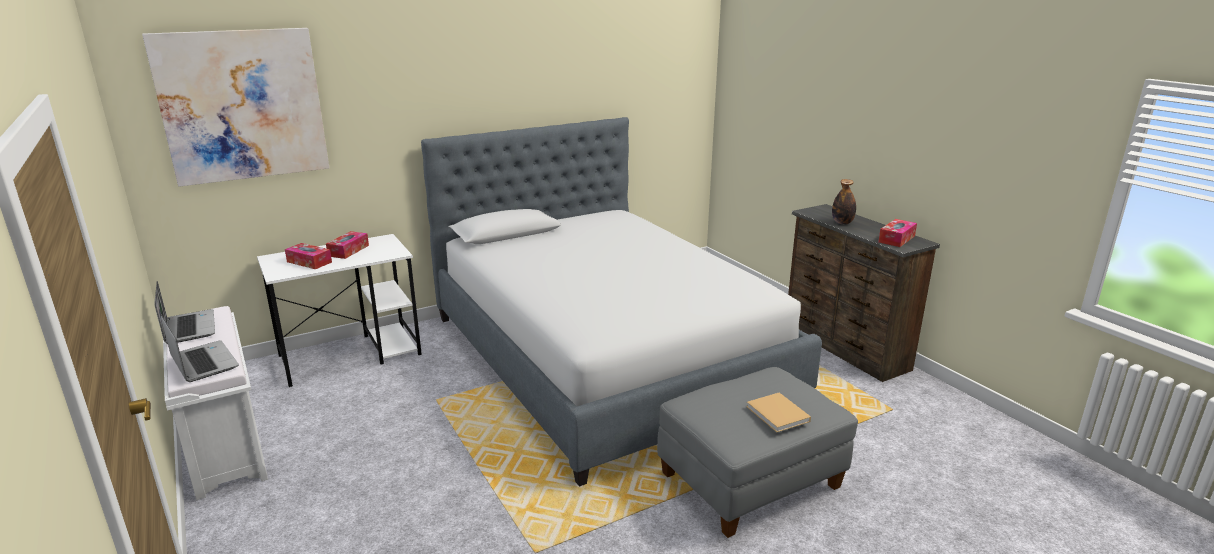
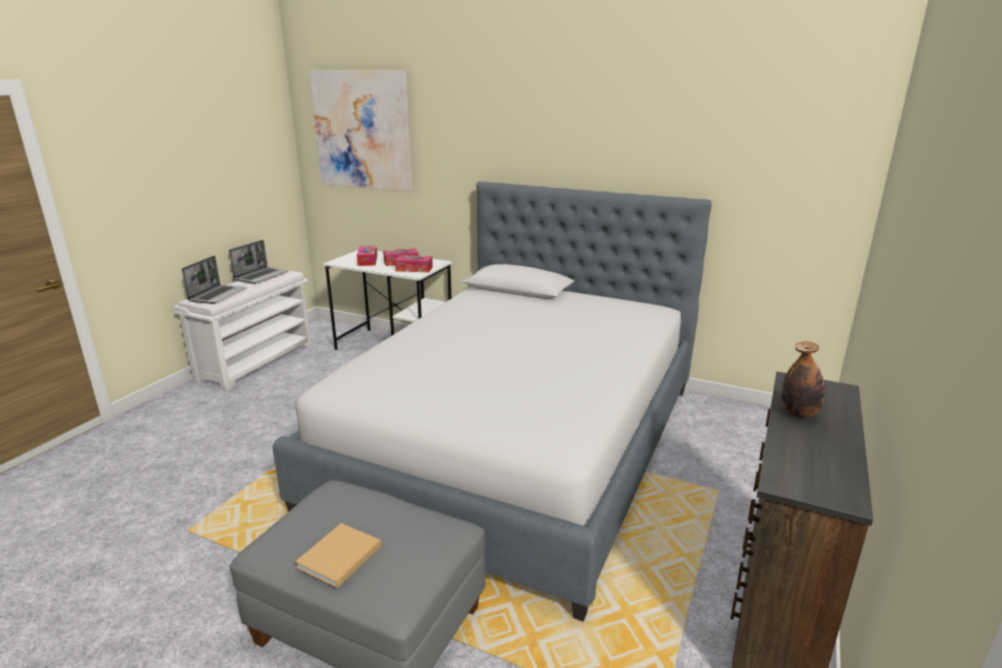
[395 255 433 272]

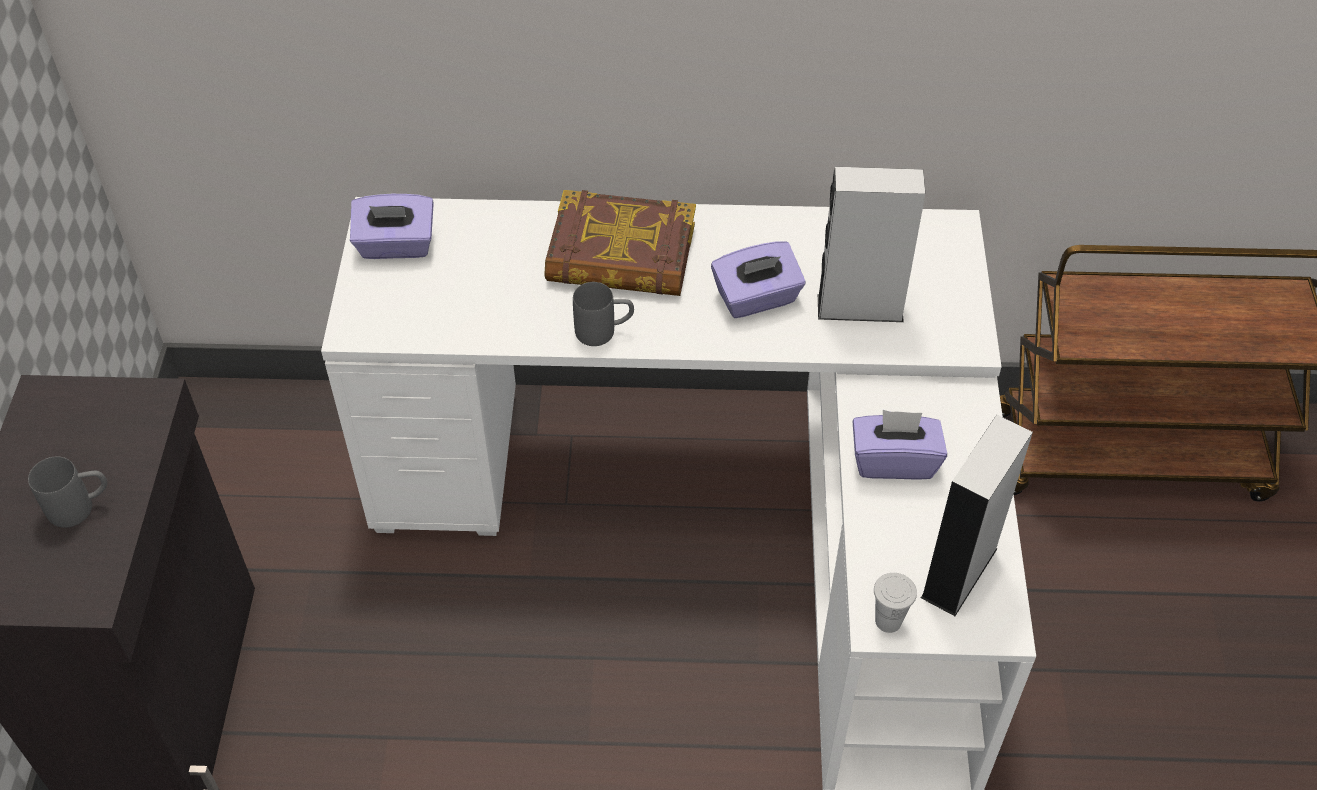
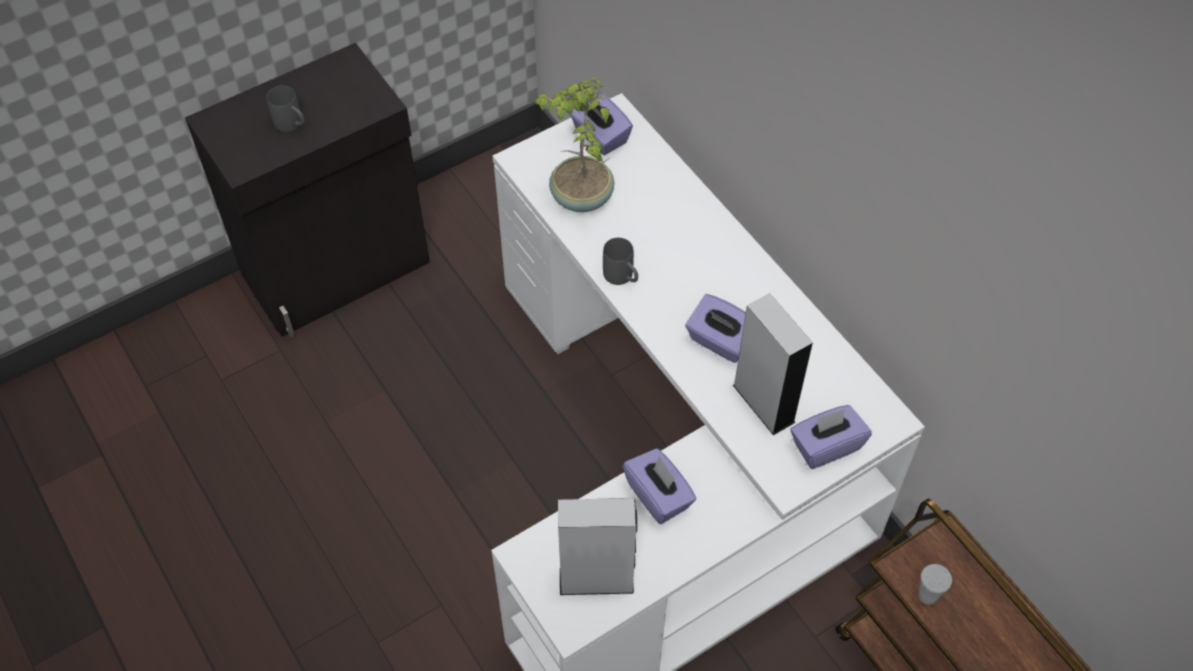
[534 77 614 212]
[791 405 872 469]
[918 564 952 604]
[545 190 696 296] (first image)

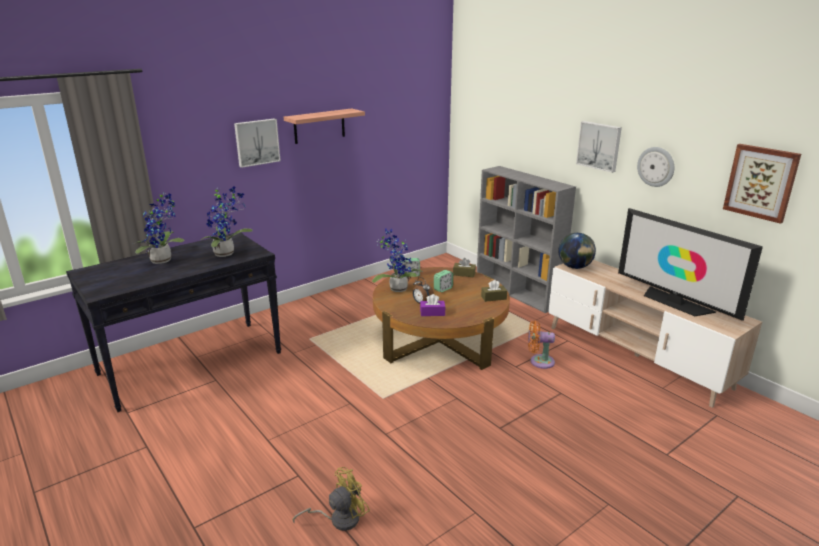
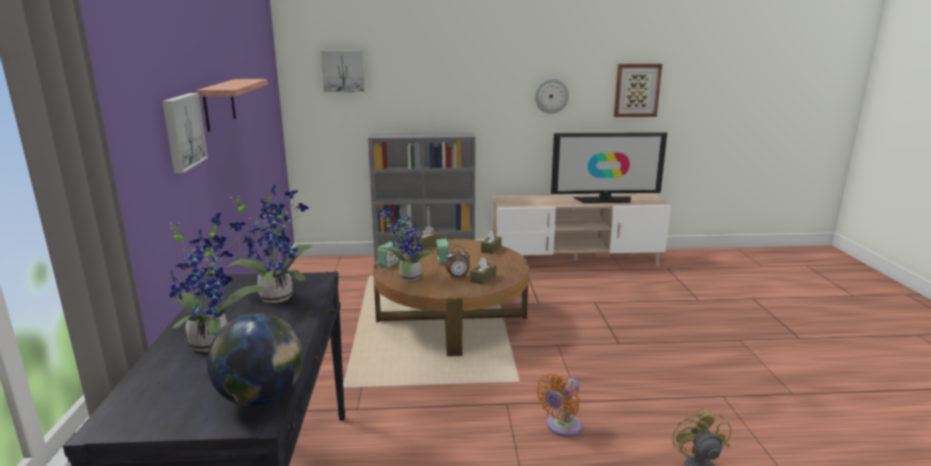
[207 313 303 406]
[320 50 366 94]
[470 257 496 285]
[536 373 582 437]

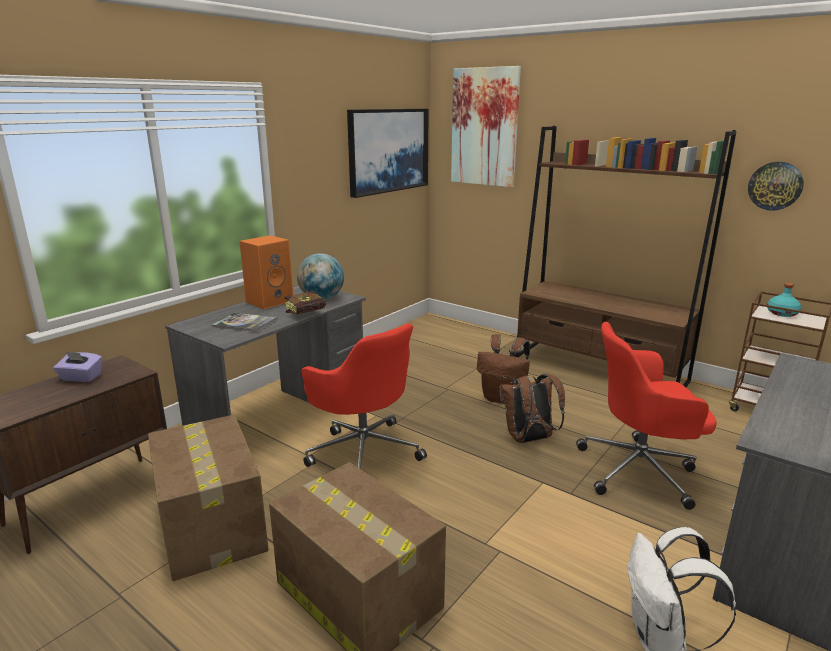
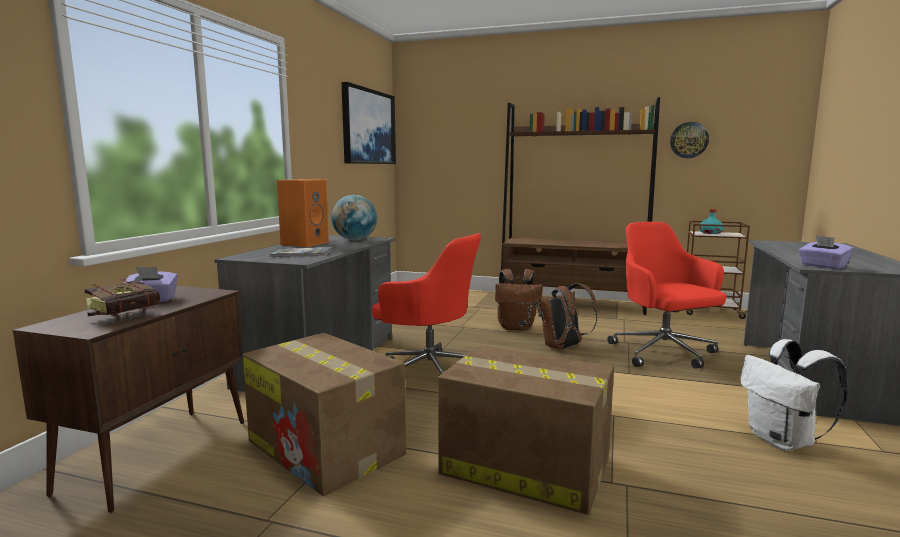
[85 279 160 316]
[607 222 726 369]
[799 236 853 269]
[451 66 521 187] (first image)

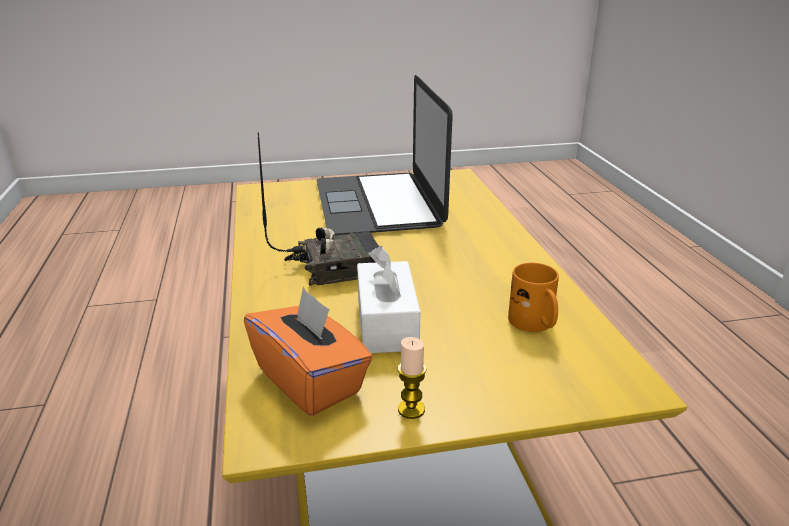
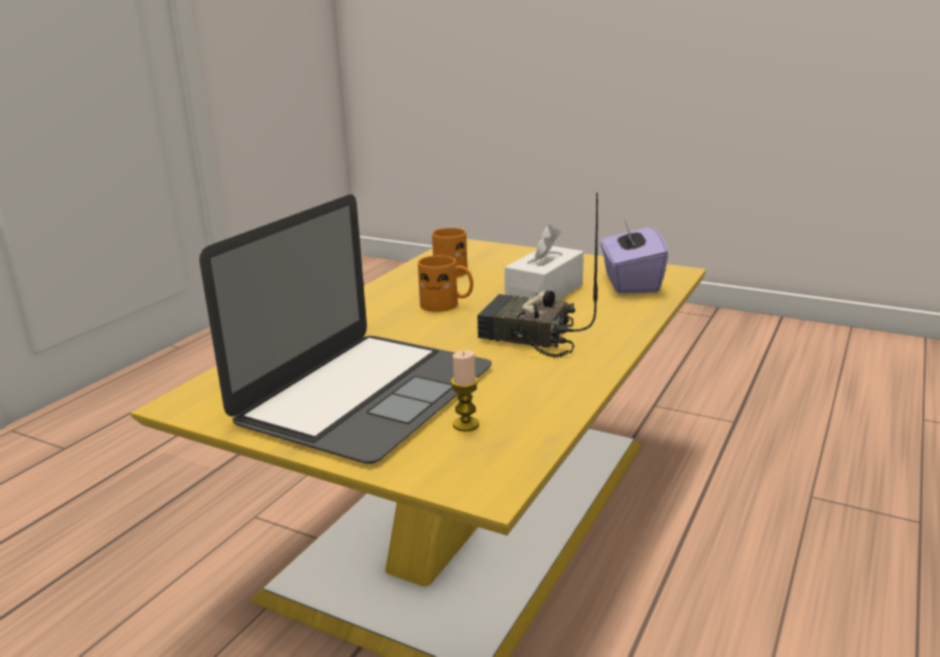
[418 255 473 312]
[451 350 479 432]
[600 216 668 294]

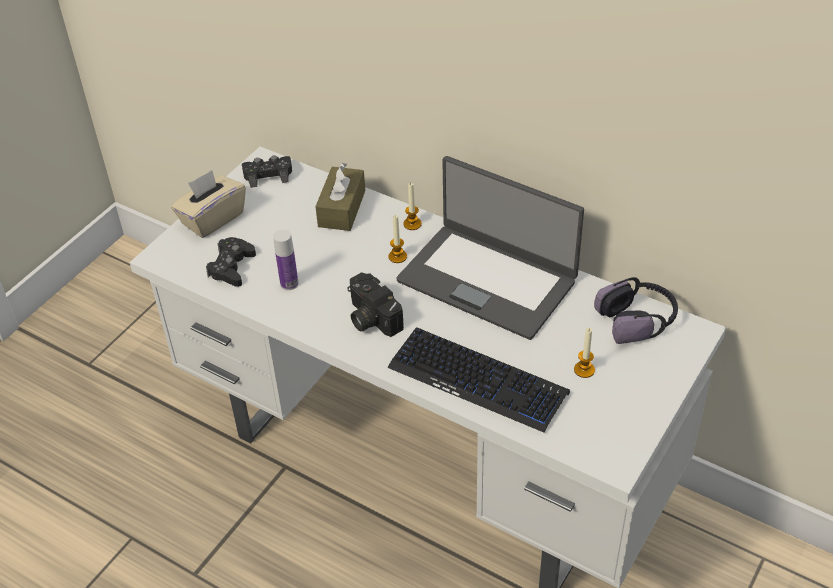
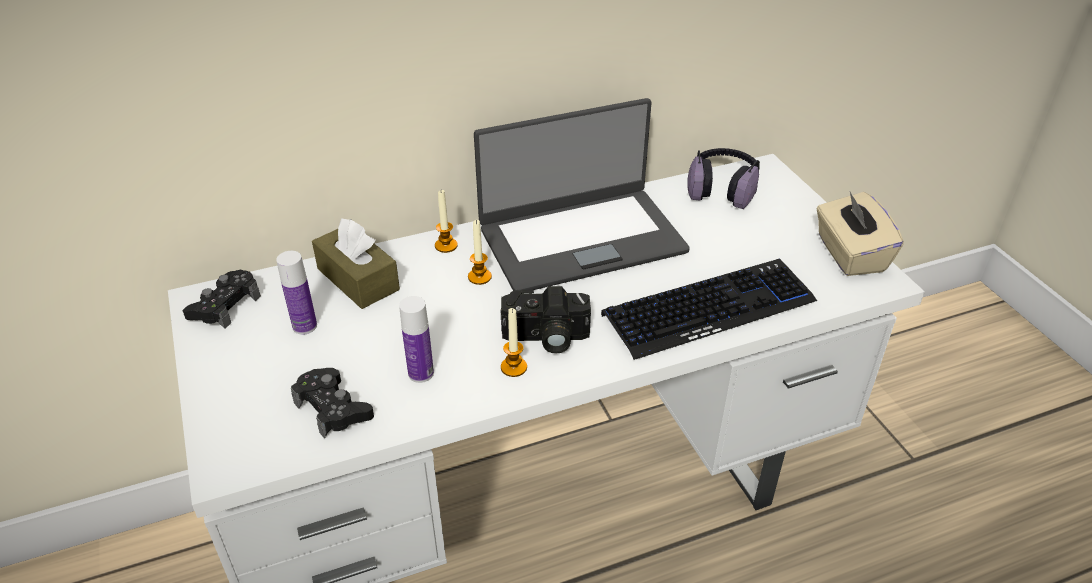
[276 251 317 335]
[501 308 527 377]
[816 192 904 276]

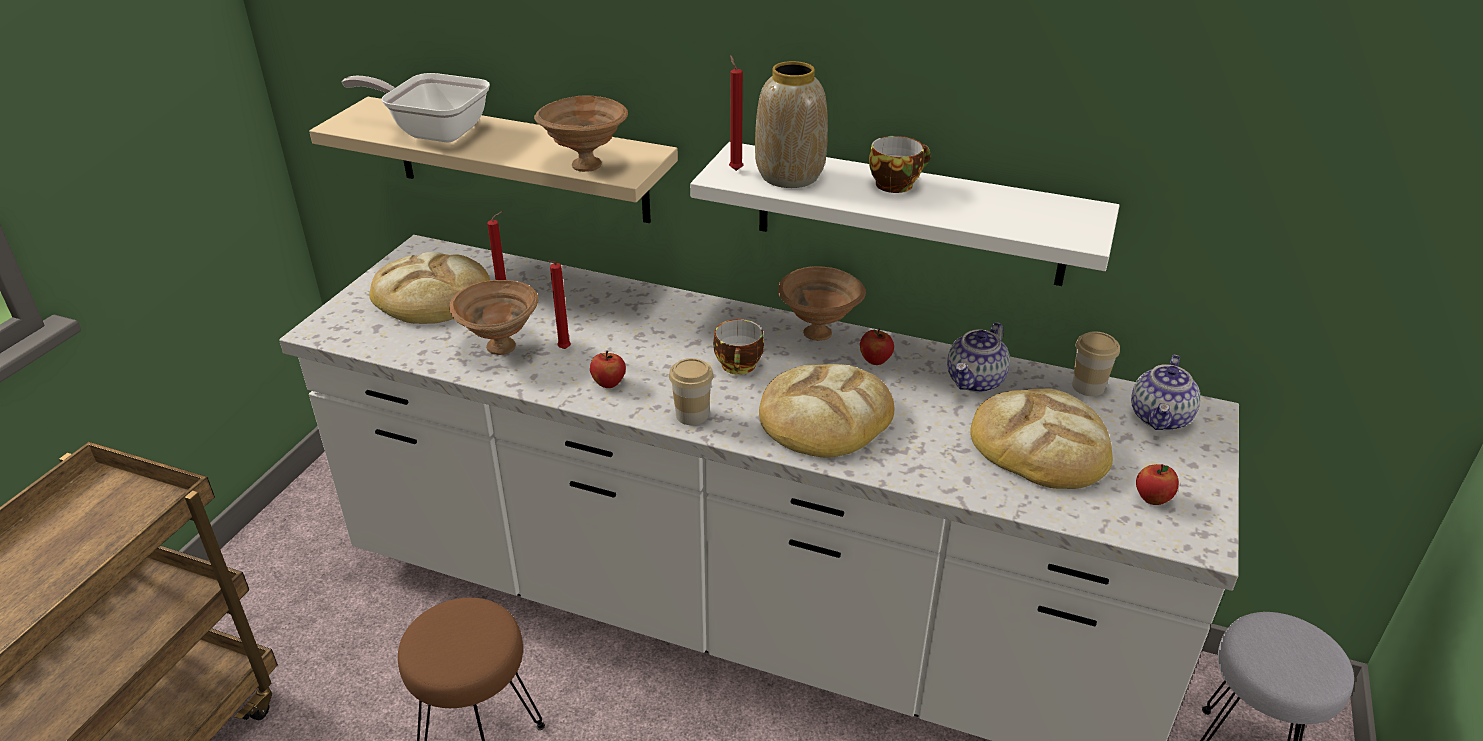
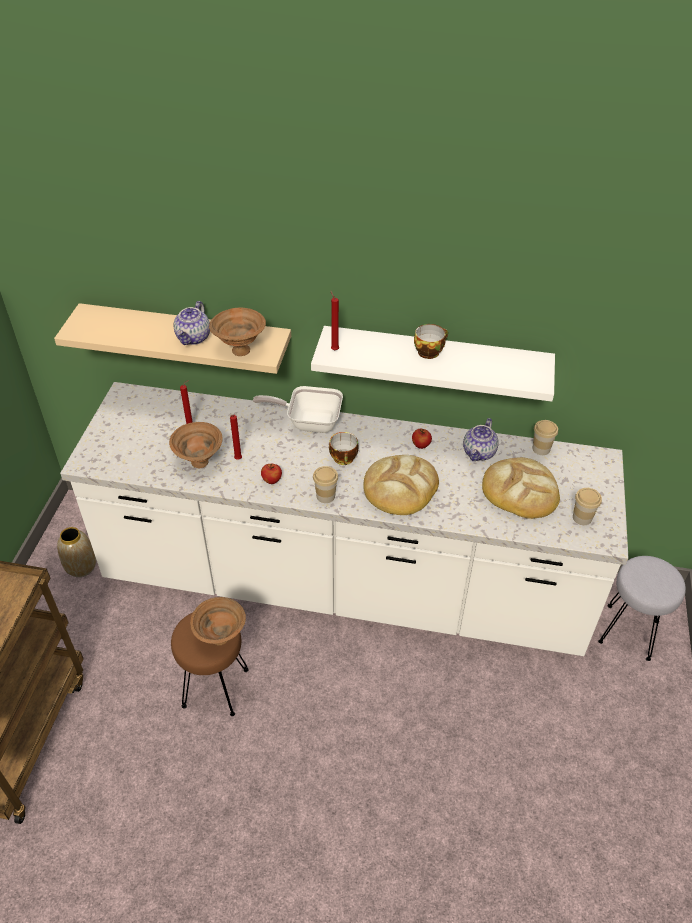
[57 527 96 577]
[174 301 210 345]
[190 597 246 646]
[253 386 343 433]
[573 488 602 525]
[369 252 490 324] (first image)

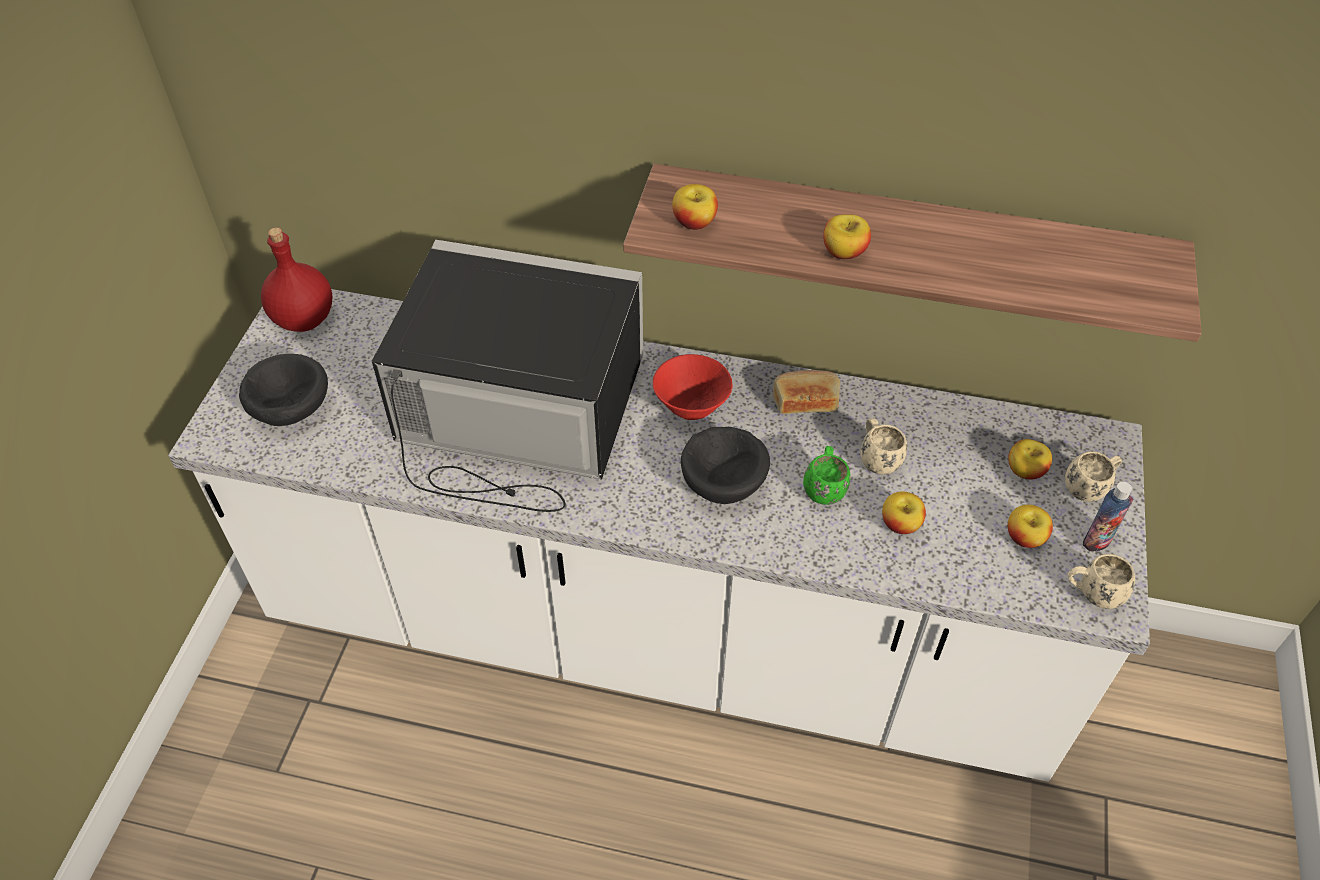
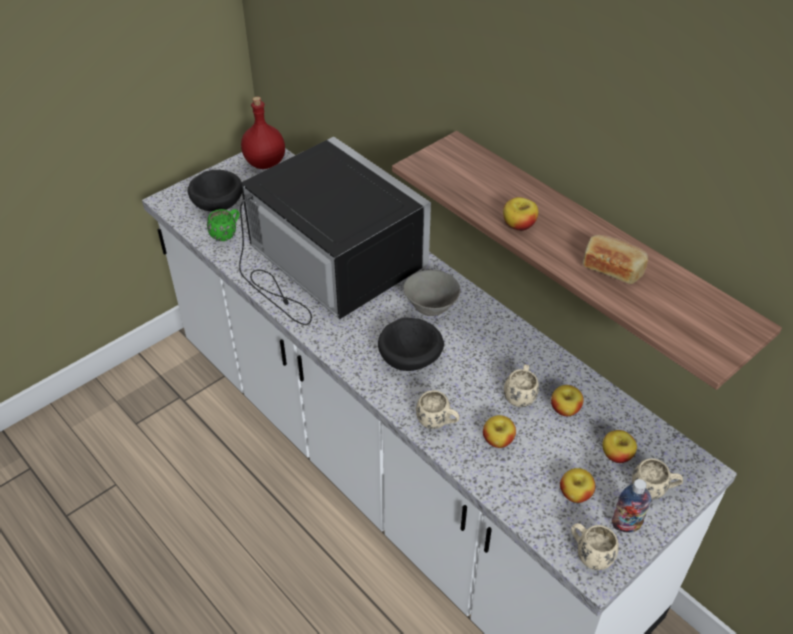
[207 209 240 241]
[404 270 461 316]
[416 390 460 429]
[551 385 584 416]
[583 235 648 284]

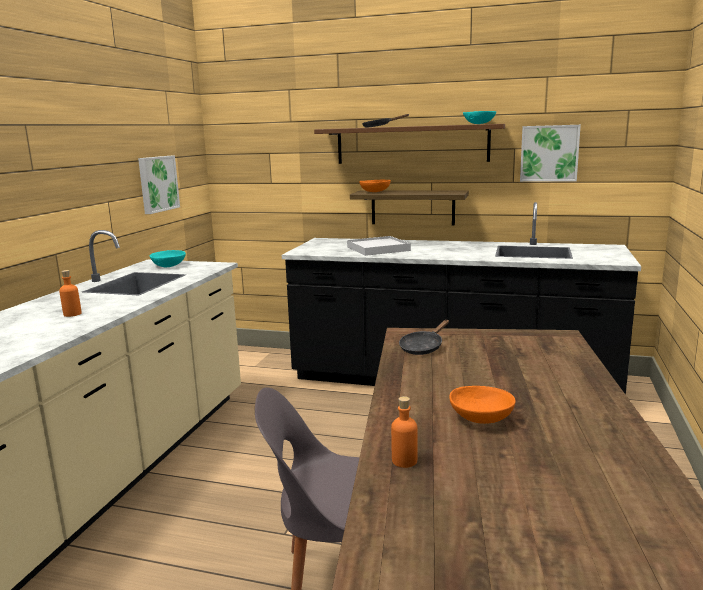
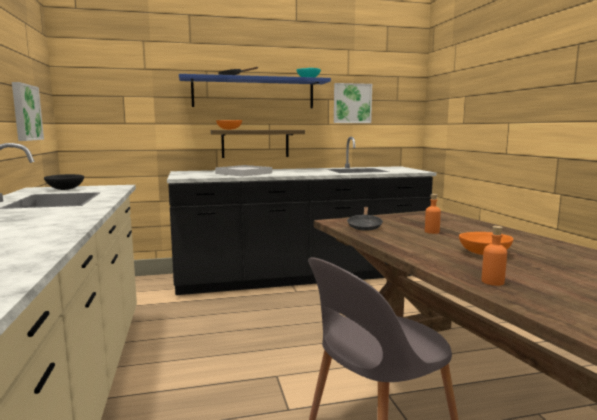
[44 174 84 190]
[179 74 331 108]
[425 194 441 234]

